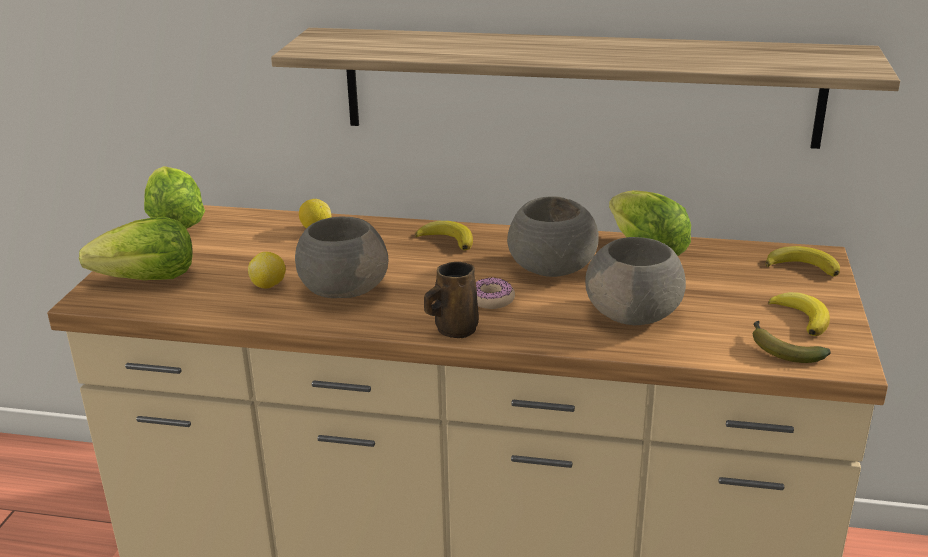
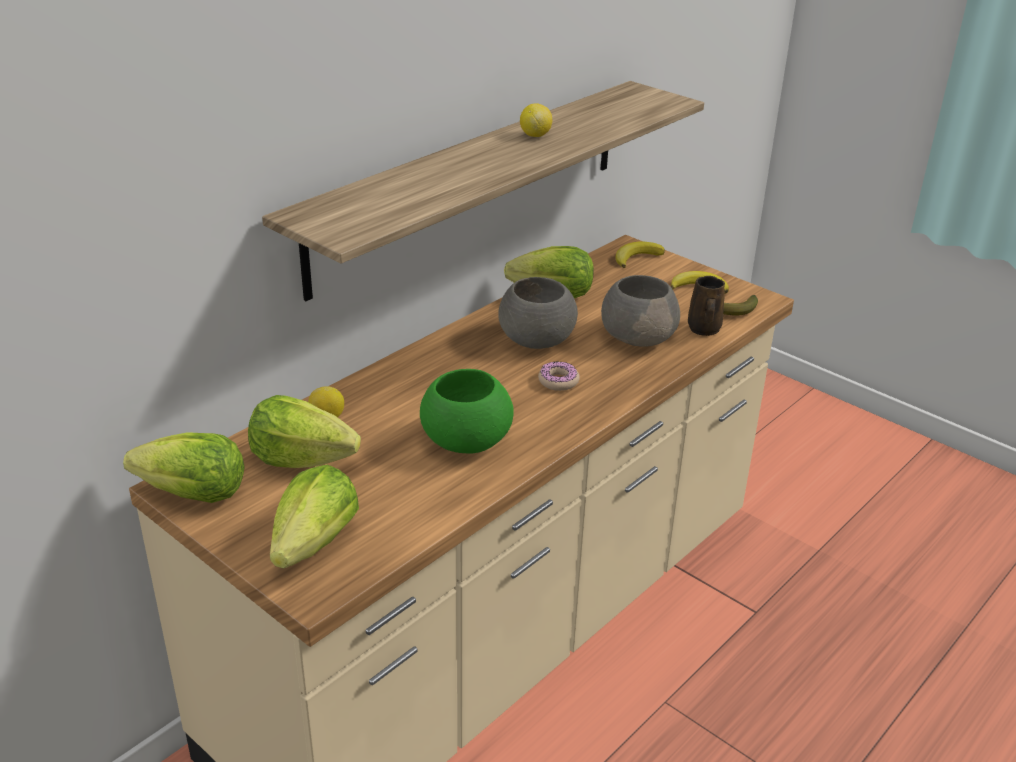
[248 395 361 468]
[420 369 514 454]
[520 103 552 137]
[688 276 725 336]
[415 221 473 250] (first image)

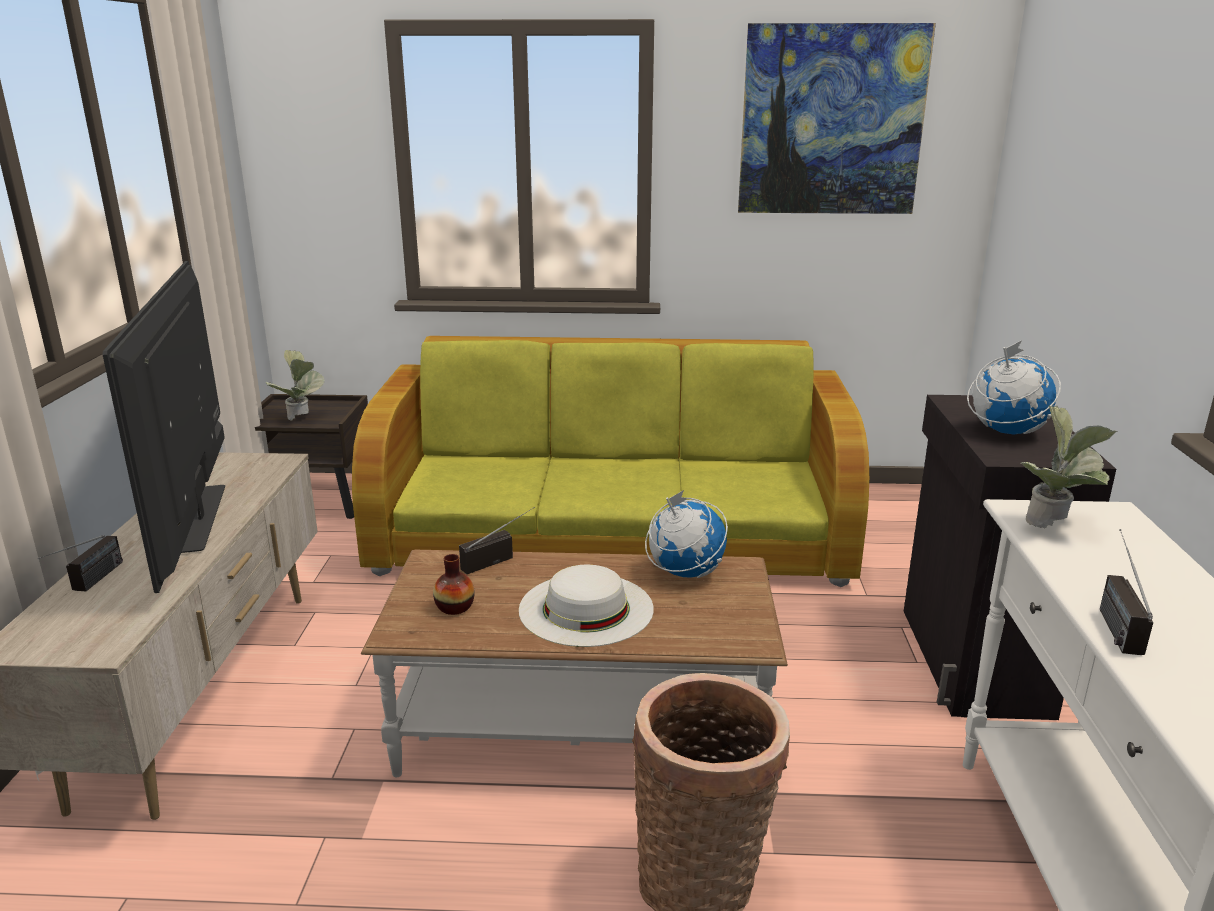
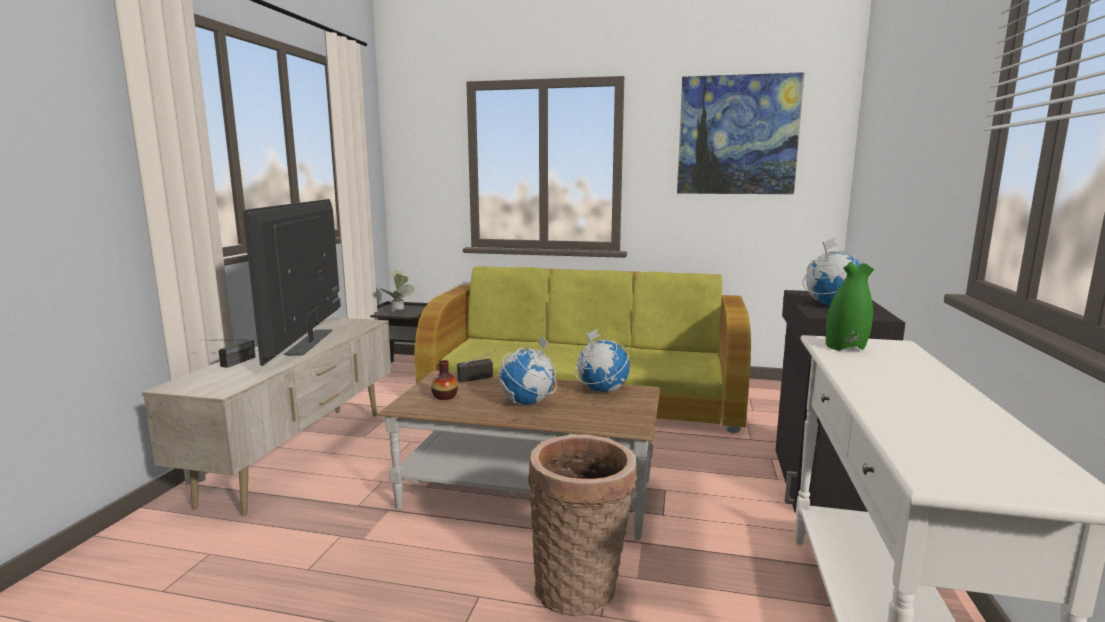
[499 334 557 404]
[826 262 874 351]
[1100 529 1153 655] (first image)

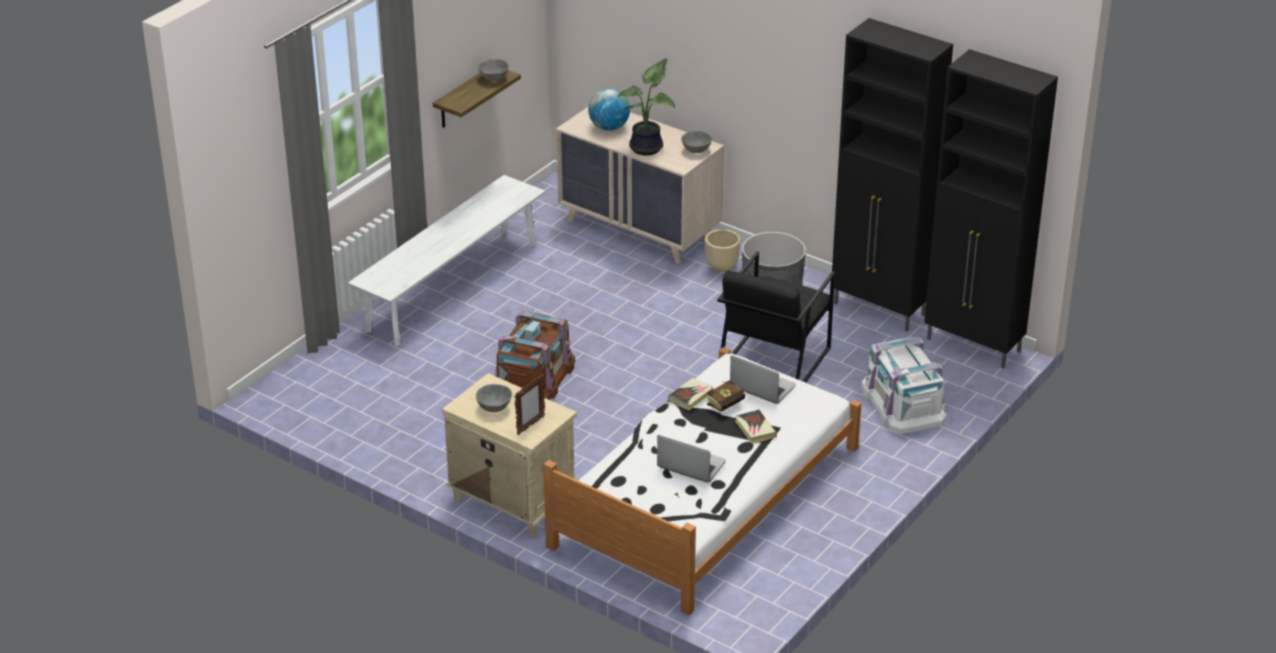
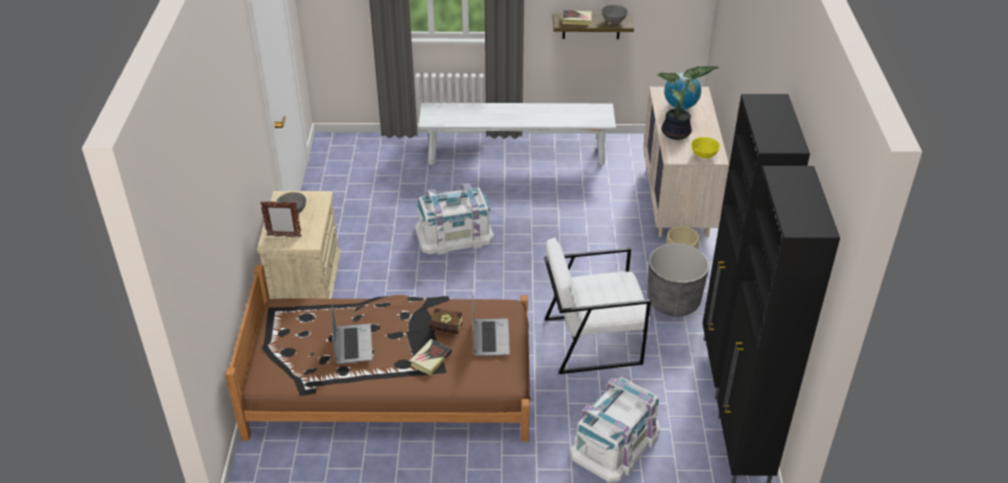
[225 265 531 442]
[415 183 494 255]
[544 238 651 374]
[562 10 592 25]
[691 137 720 159]

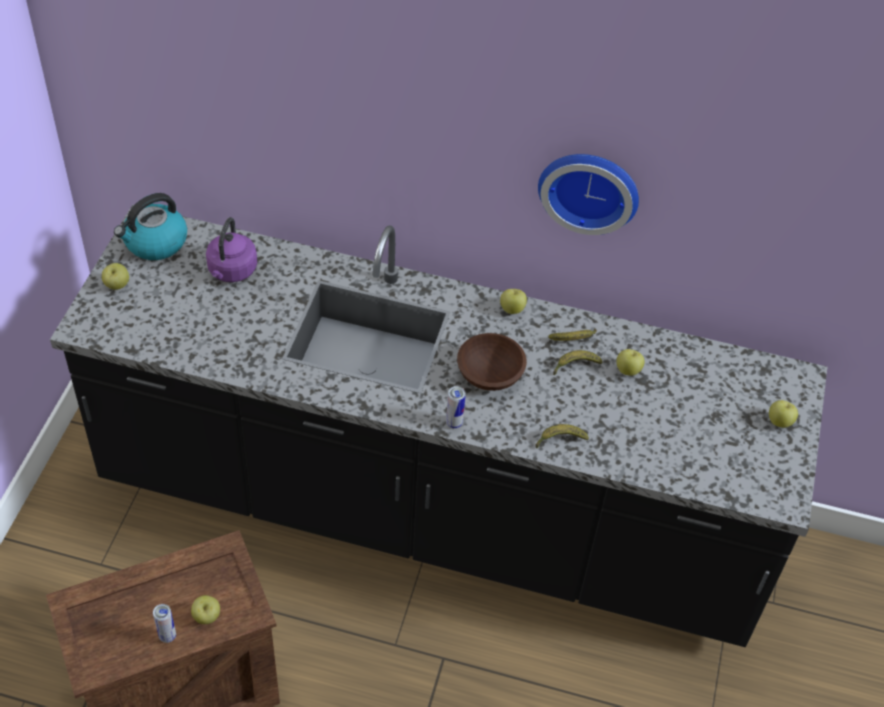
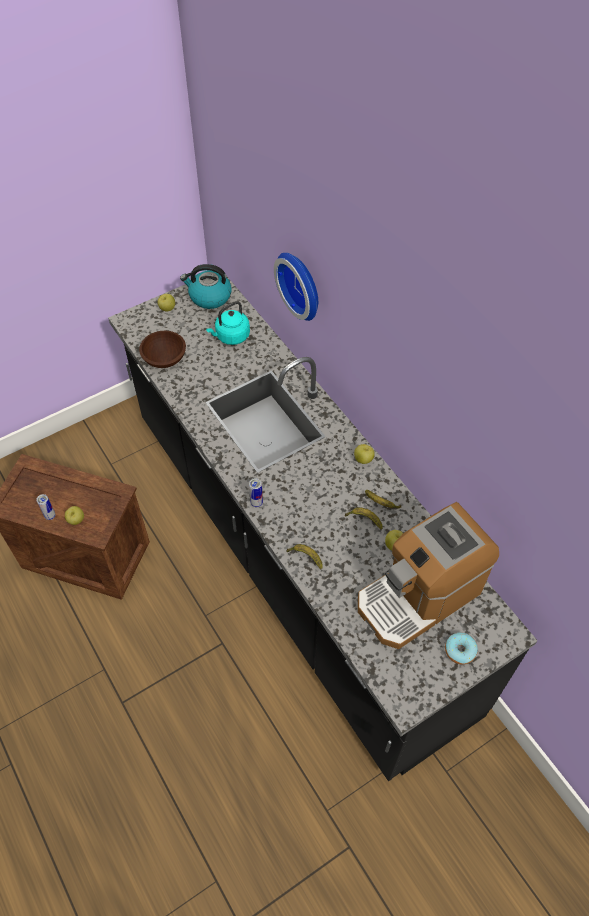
[139 331 186 368]
[206 301 250 345]
[274 253 318 321]
[358 502 499 649]
[445 632 478 665]

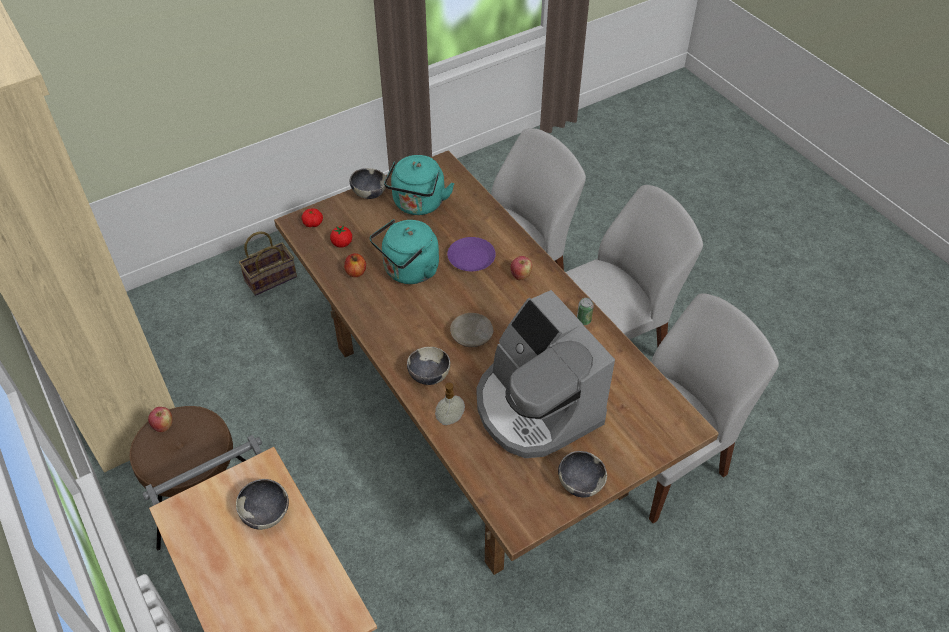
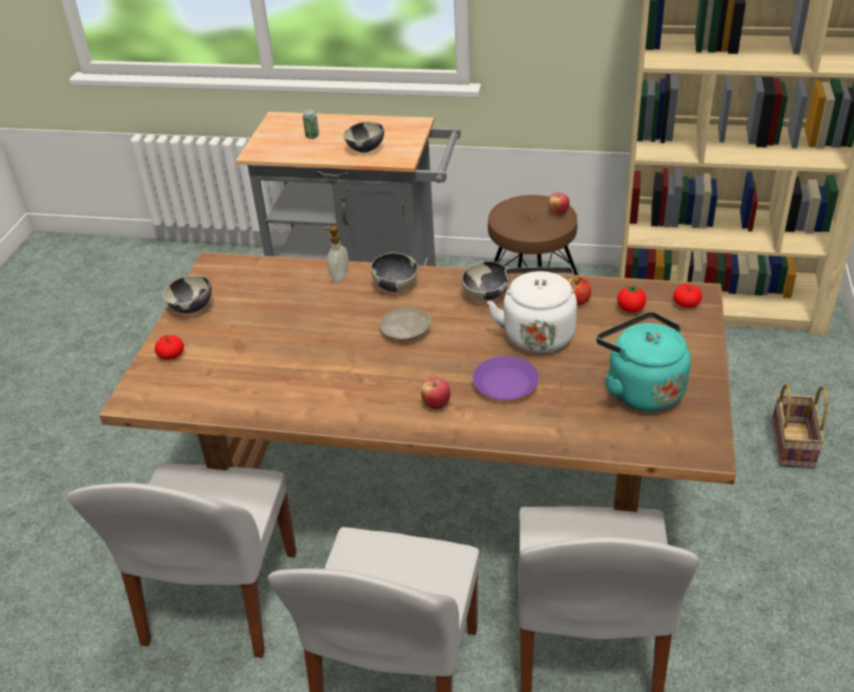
[155 335 184 360]
[303 109 319 139]
[462 261 510 301]
[487 267 577 353]
[477 290 615 458] (first image)

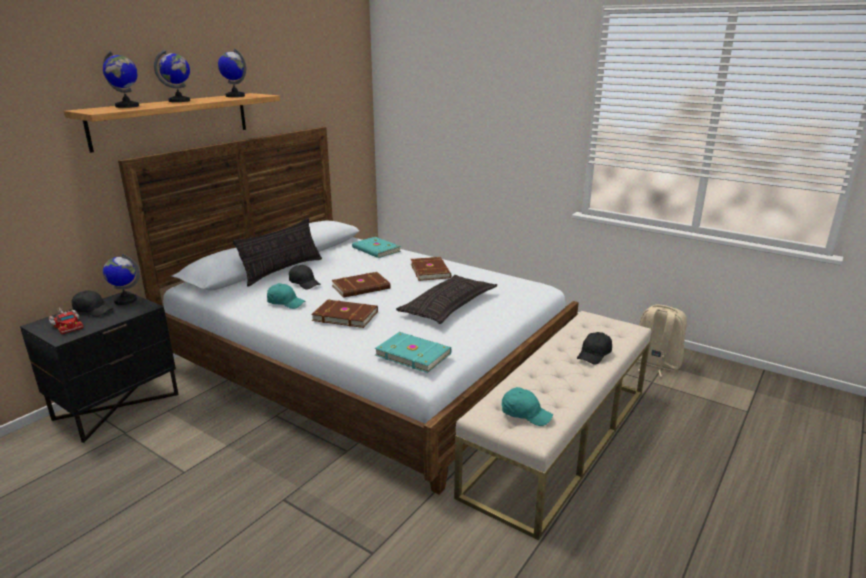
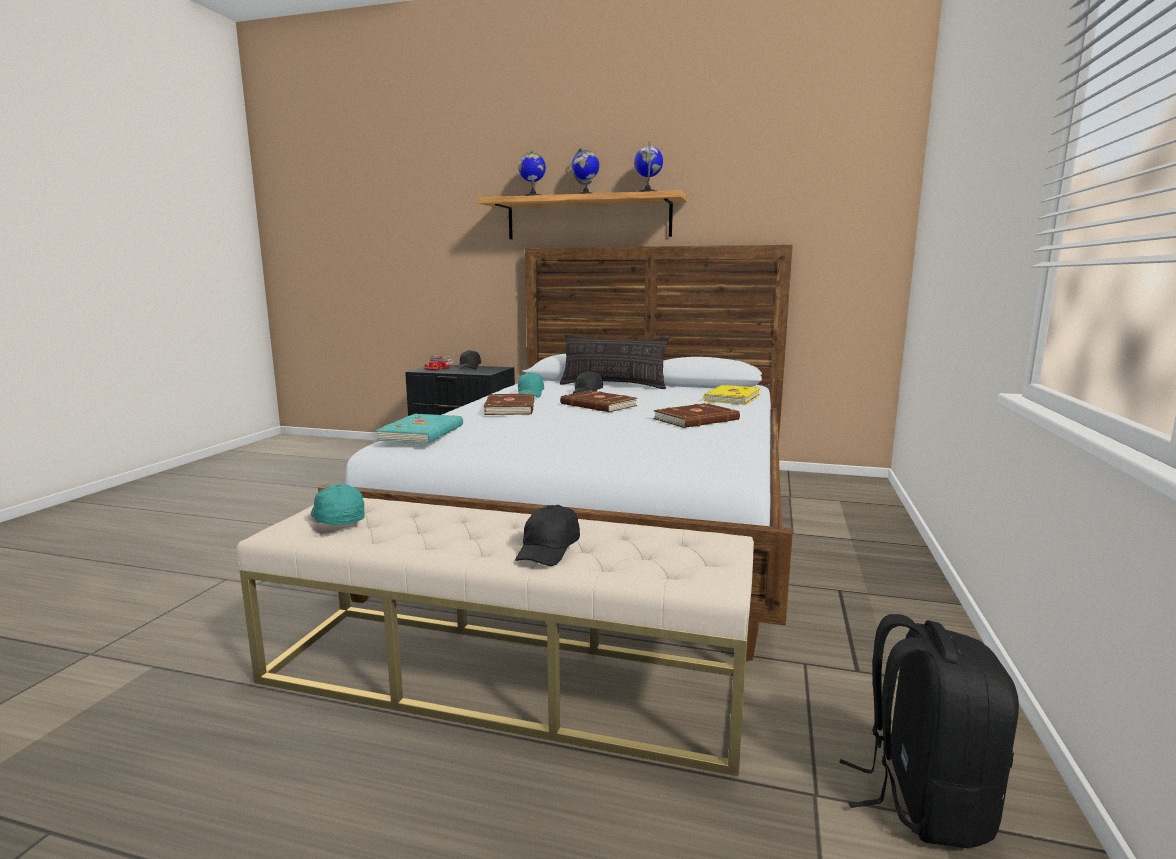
[311 484 365 525]
[515 505 580 566]
[703 385 760 405]
[840 614 1019 848]
[103 254 140 305] (first image)
[396 275 497 324] (first image)

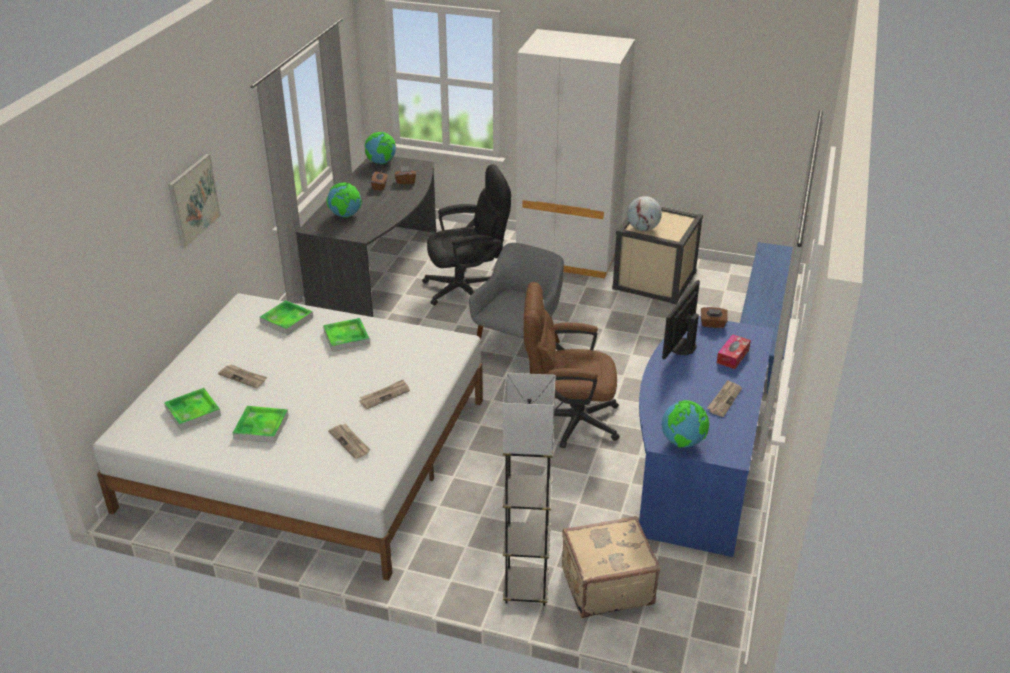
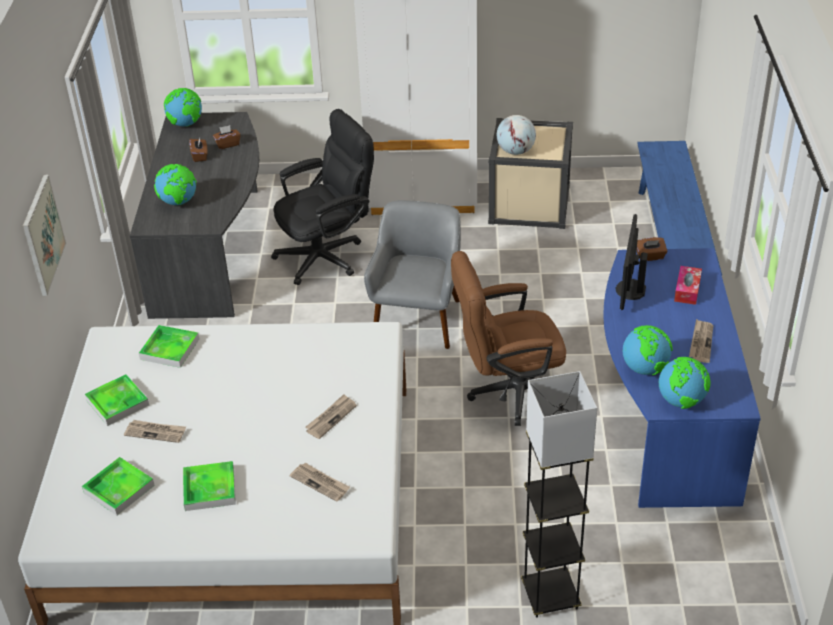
[85 374 149 426]
[623 325 673 375]
[562 516 661 618] (first image)

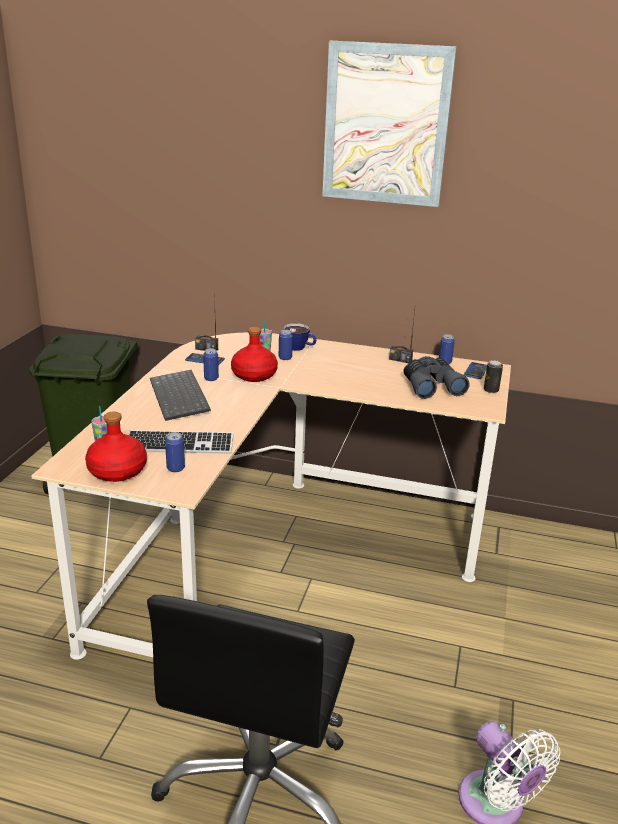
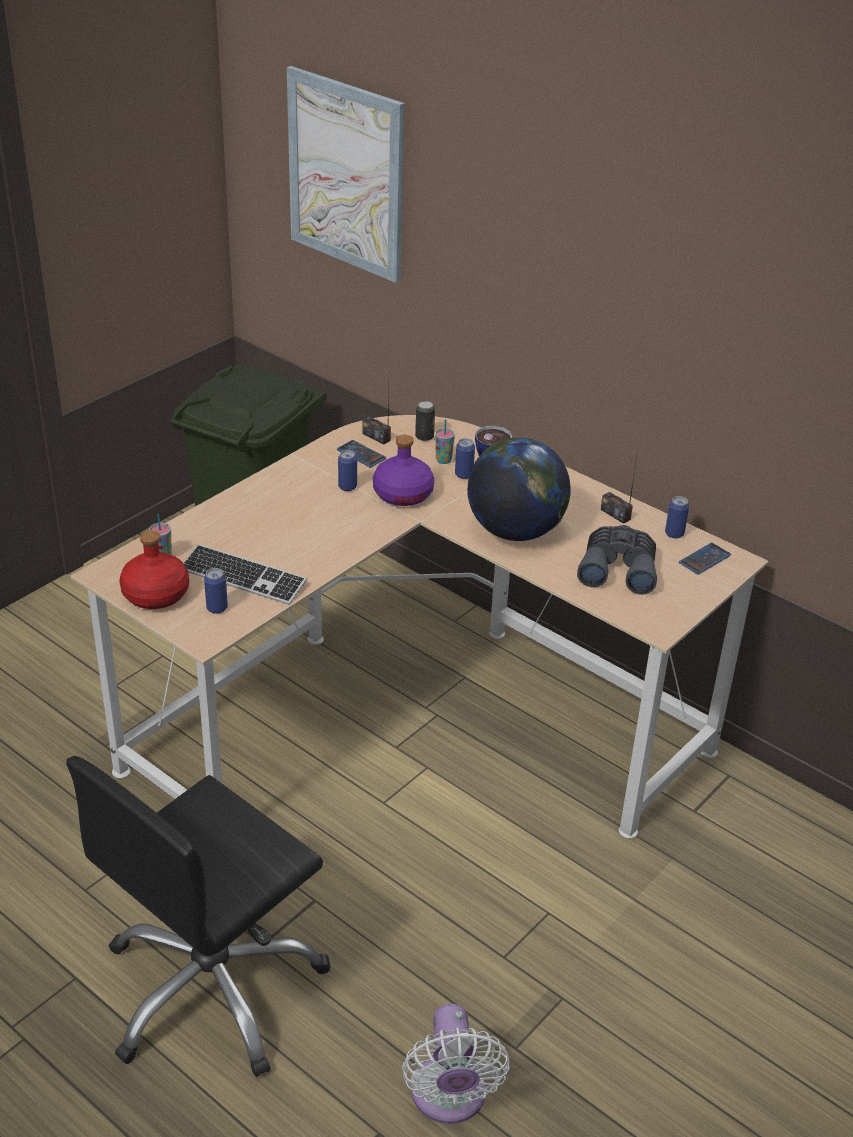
[287 66 405 283]
[373 435 434 506]
[415 401 435 441]
[467 438 571 541]
[150 370 211 421] (first image)

